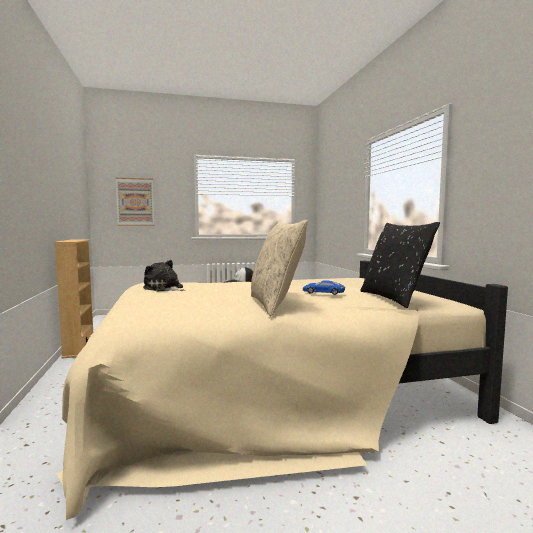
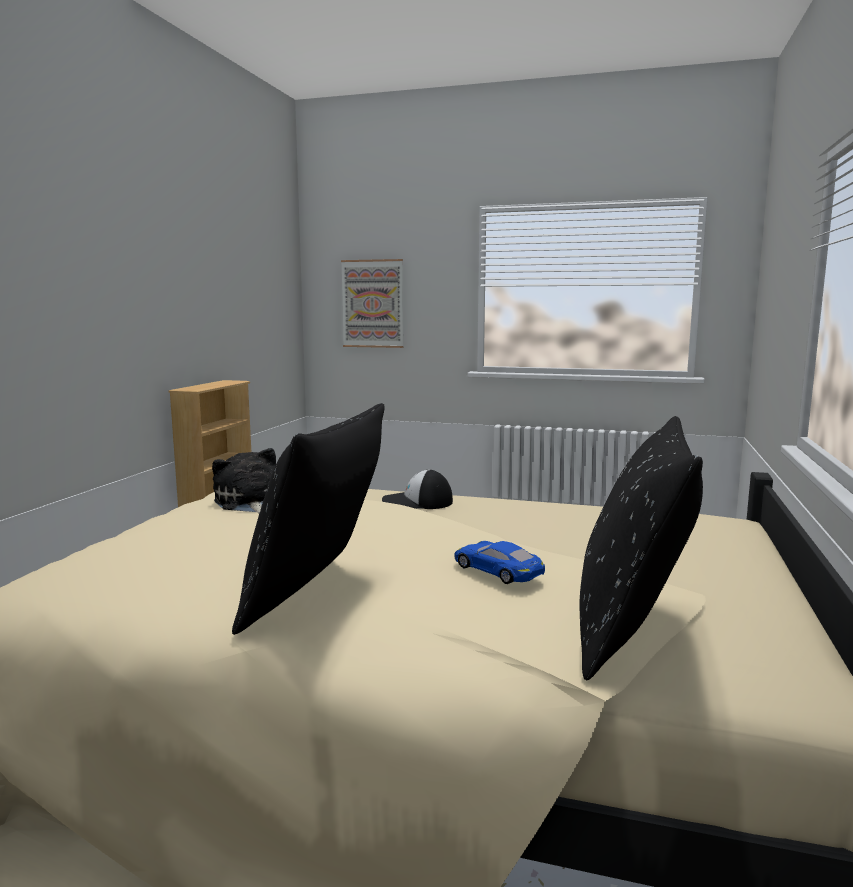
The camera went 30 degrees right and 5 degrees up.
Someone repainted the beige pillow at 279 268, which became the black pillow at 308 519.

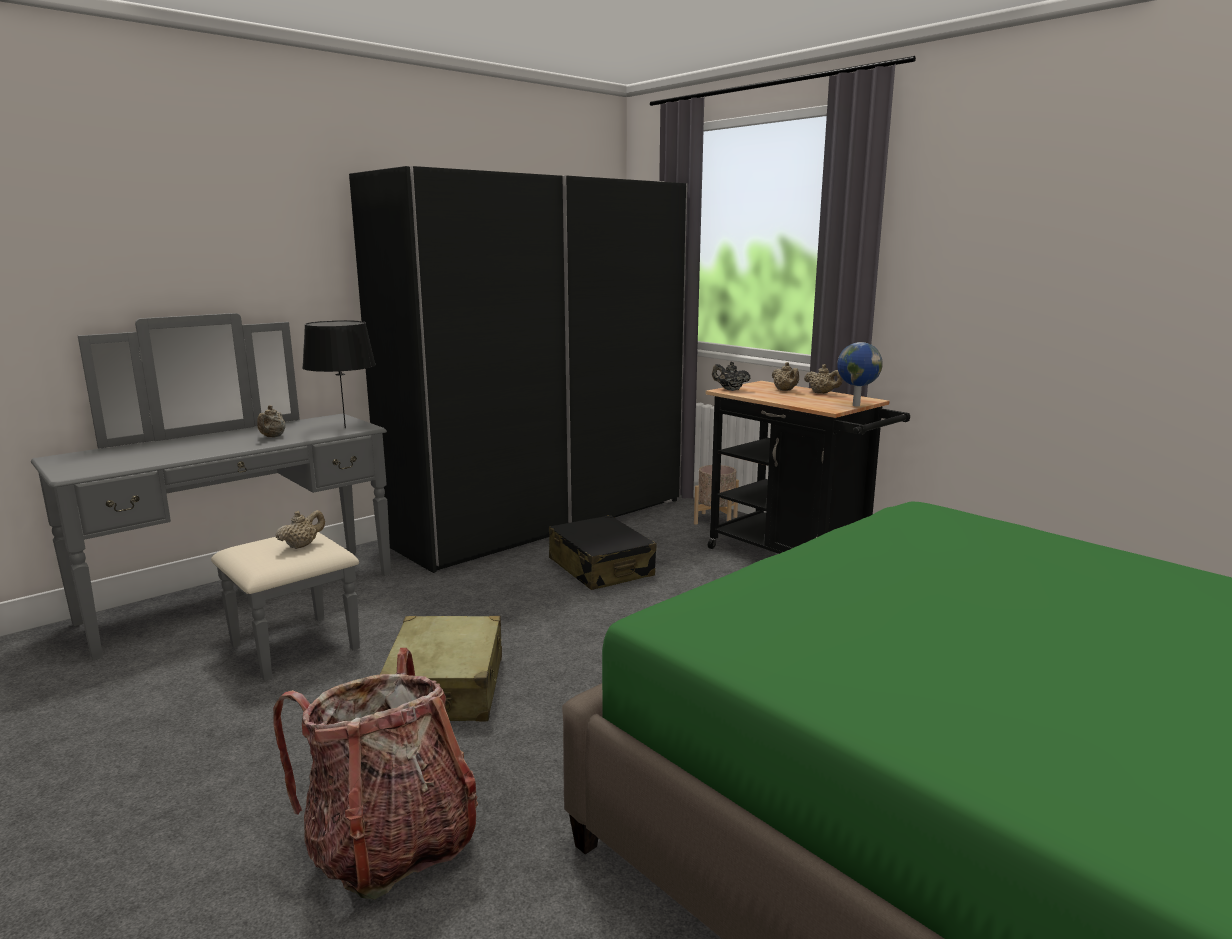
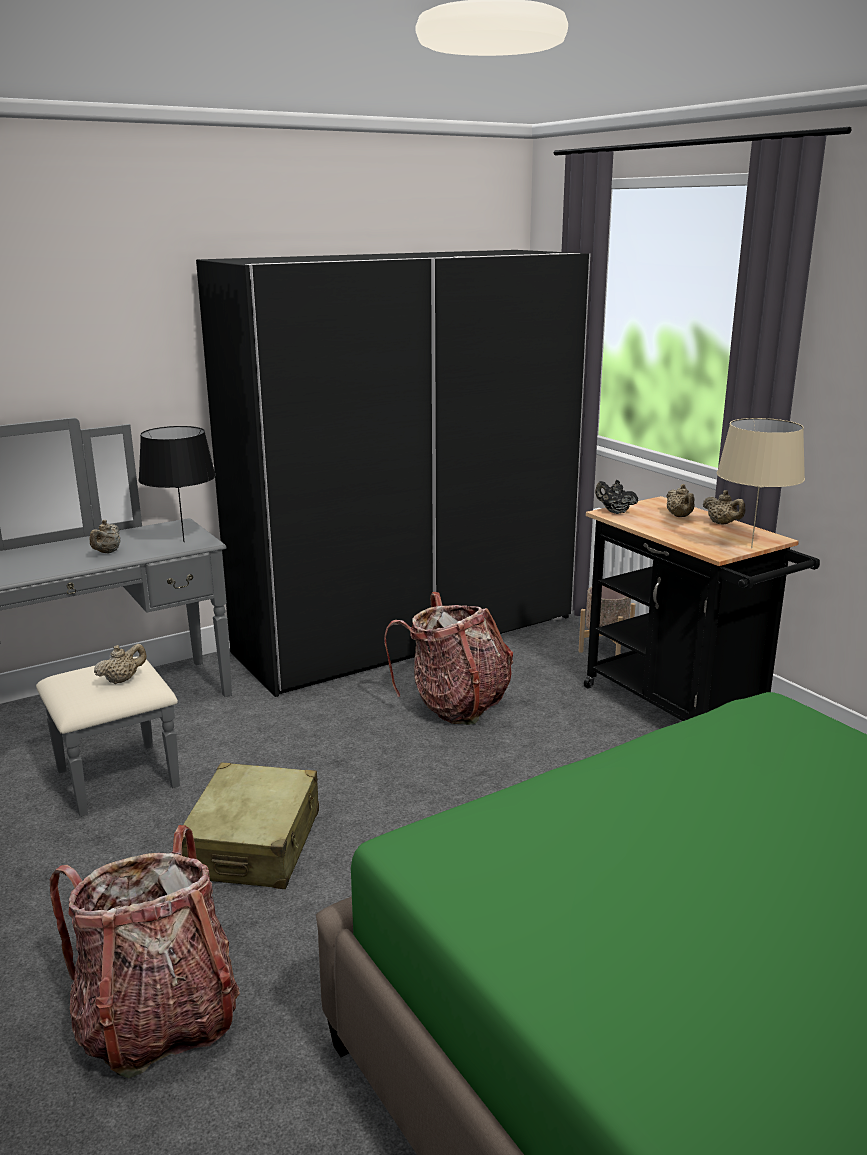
The camera went 10 degrees right and 5 degrees up.
Someone swapped the black suitcase at 602 552 for the backpack at 448 658.
Someone swapped the globe at 860 374 for the beige table lamp at 761 483.

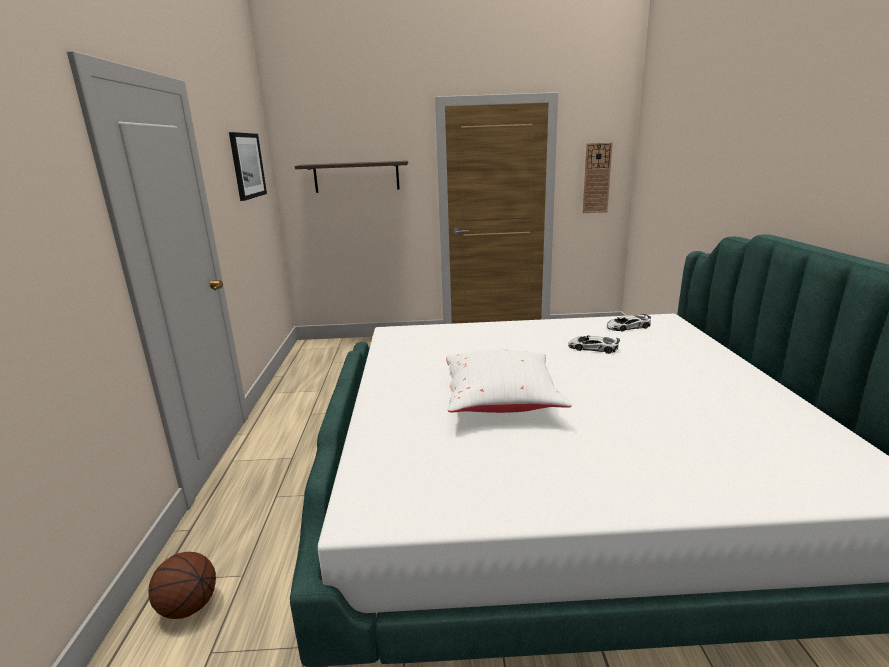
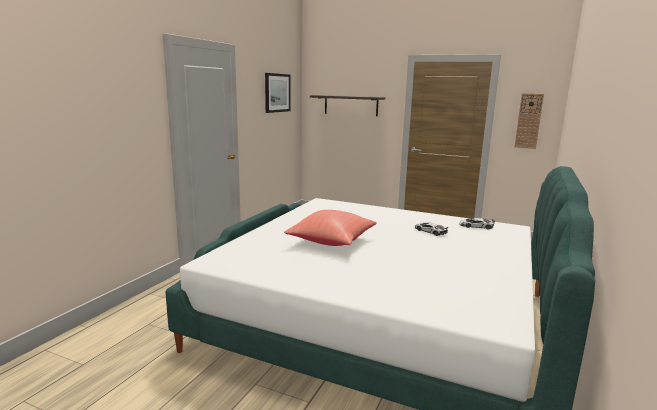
The camera went 25 degrees right and 5 degrees down.
Someone took away the basketball at 182 585.
Someone repainted the white pillow at 509 381, which became the red pillow at 330 228.

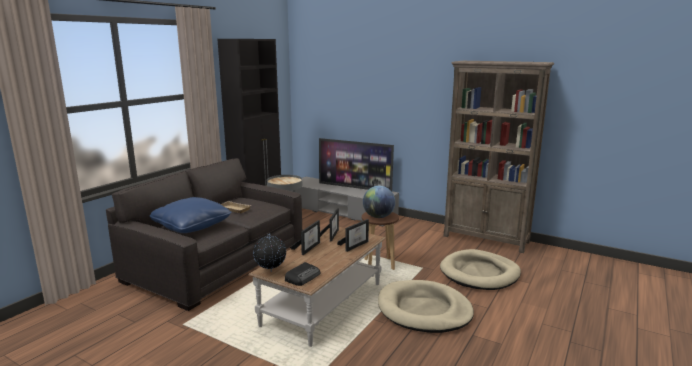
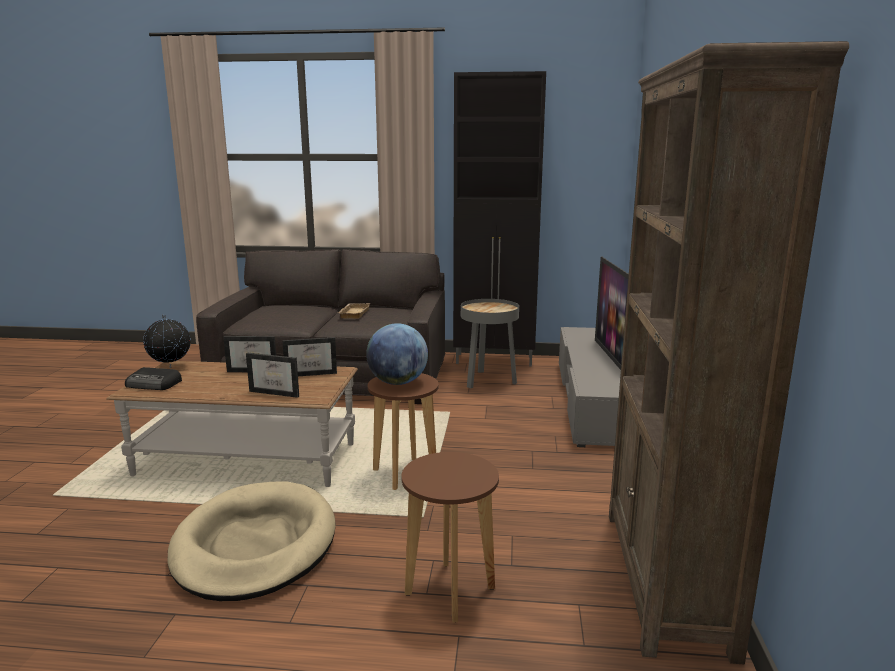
The camera went 65 degrees right and 0 degrees up.
Someone took away the blue pillow at 191 215.
Someone swapped the beige dog bed at 480 269 for the brown stool at 450 537.

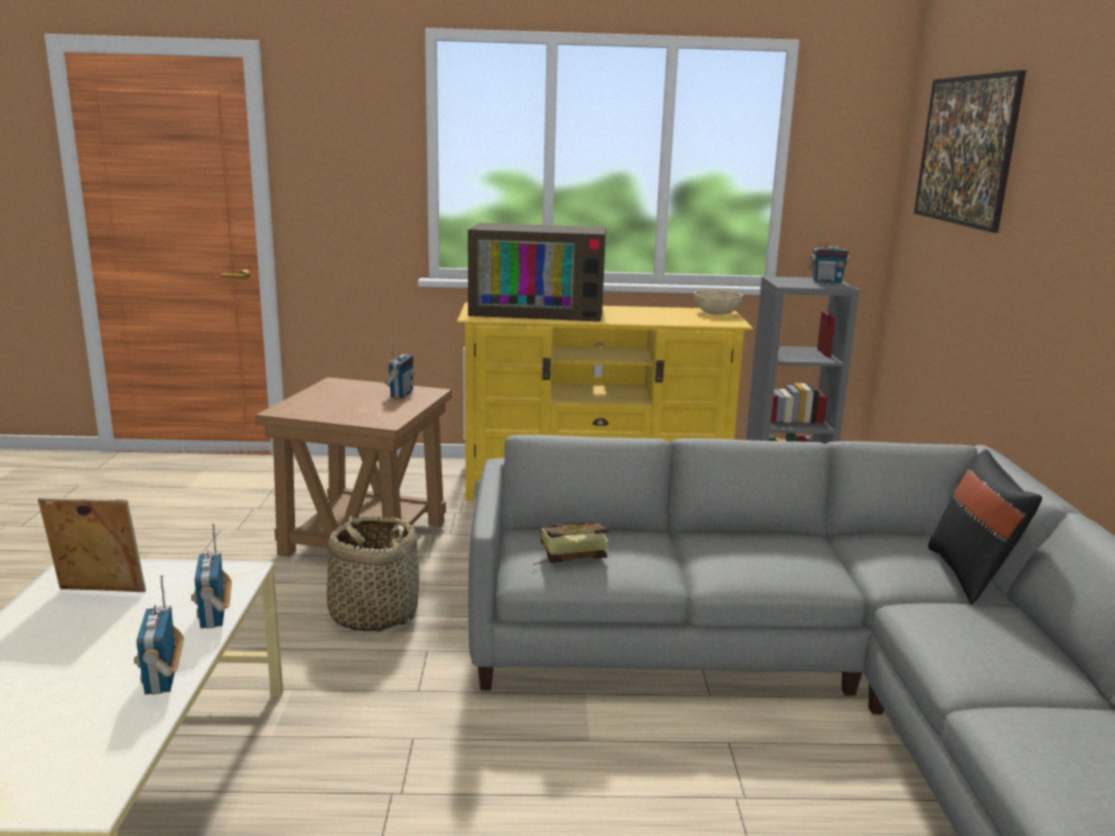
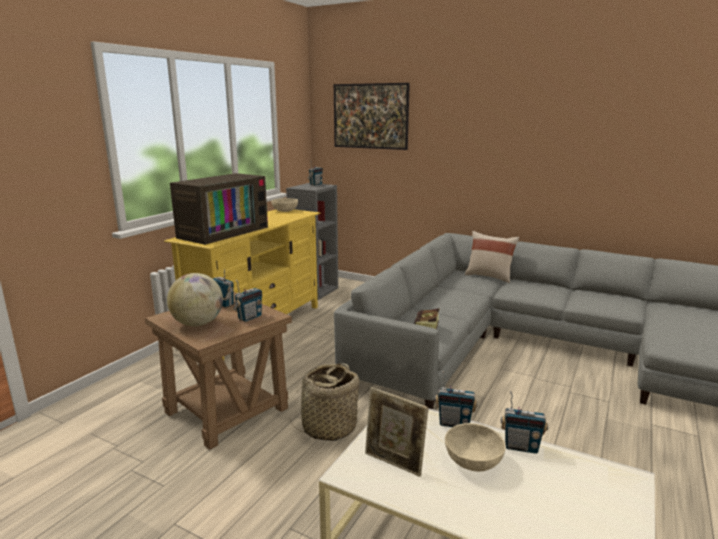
The camera went 60 degrees left and 0 degrees up.
Someone put down the globe at 195 299.
Someone put down the radio at 248 301.
Someone put down the beige bowl at 475 447.
Someone repainted the black pillow at 985 526, which became the beige pillow at 492 257.
Someone rotated the picture frame at 92 544 by 90 degrees counterclockwise.

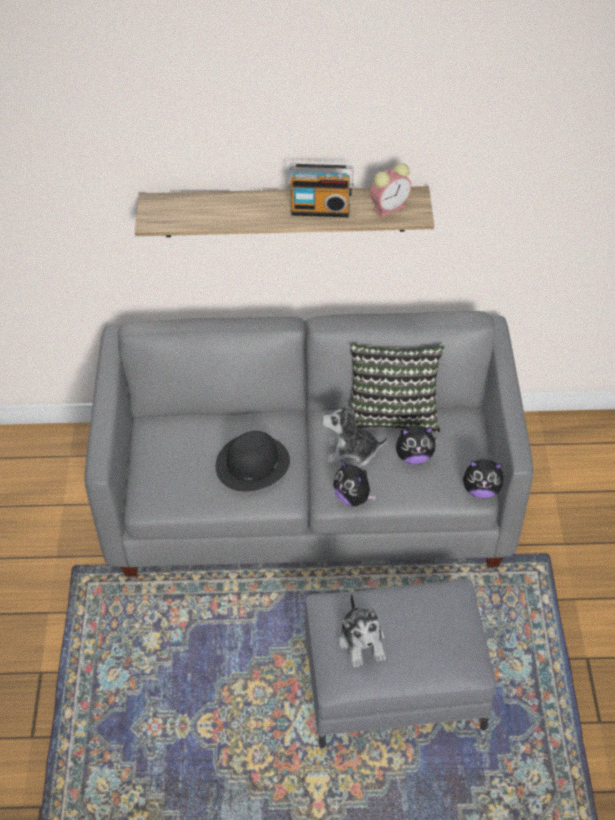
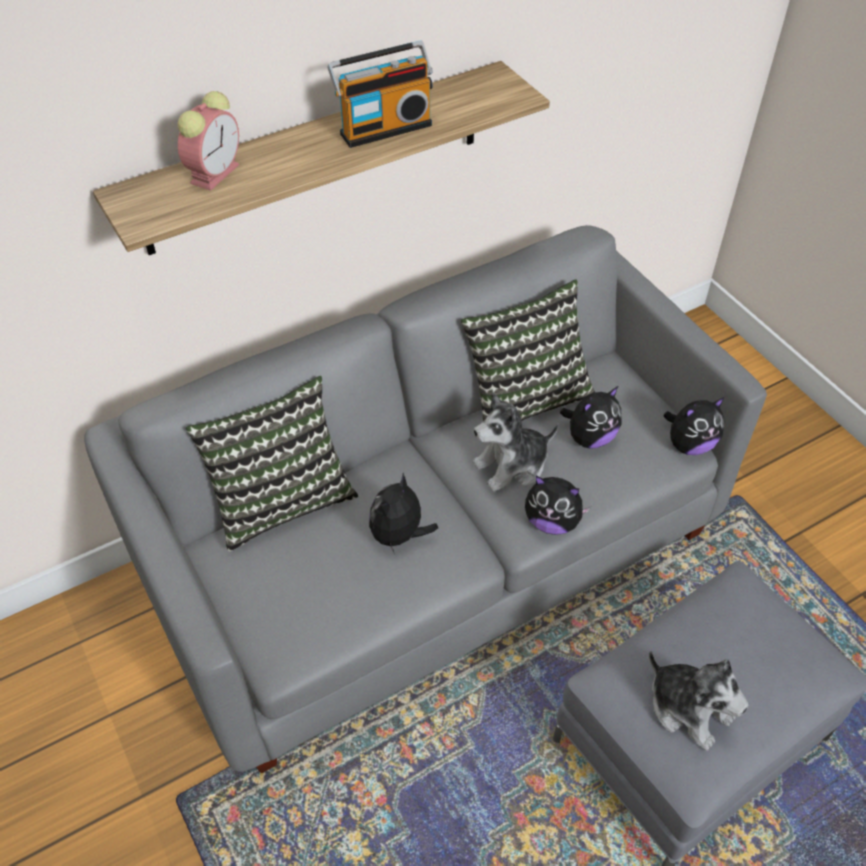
The camera went 30 degrees left and 0 degrees up.
Someone put down the pillow at 272 463.
Someone carried the alarm clock from 390 190 to 208 141.
Someone swapped the black hat at 253 461 for the plush toy at 403 513.

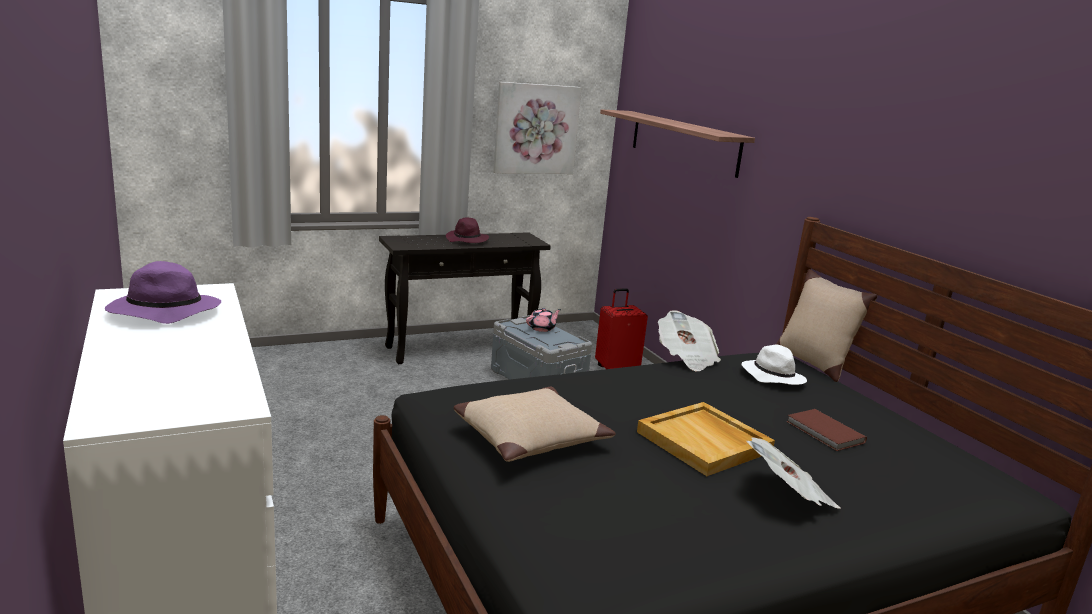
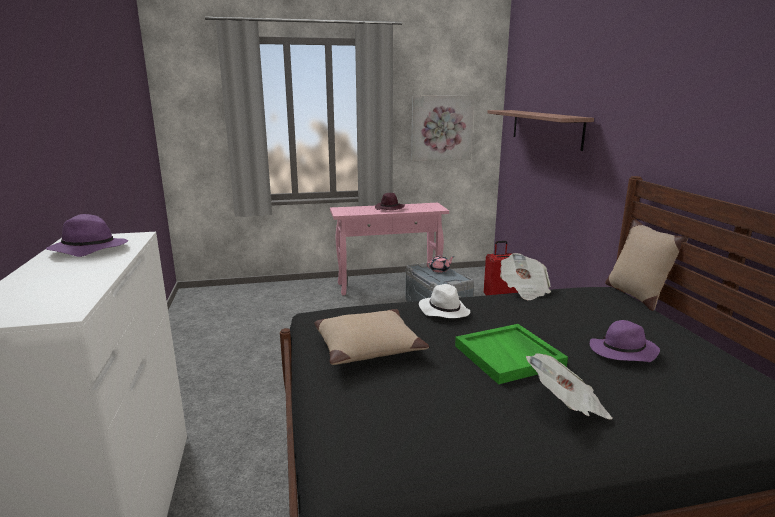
The camera went 15 degrees right and 0 degrees up.
Someone carried the white hat from 774 365 to 444 301.
Someone swapped the brown book at 826 430 for the purple hat at 625 341.
Someone repainted the black console table at 465 298, which became the pink console table at 389 249.
Someone repainted the beige tray at 706 439, which became the green tray at 511 354.

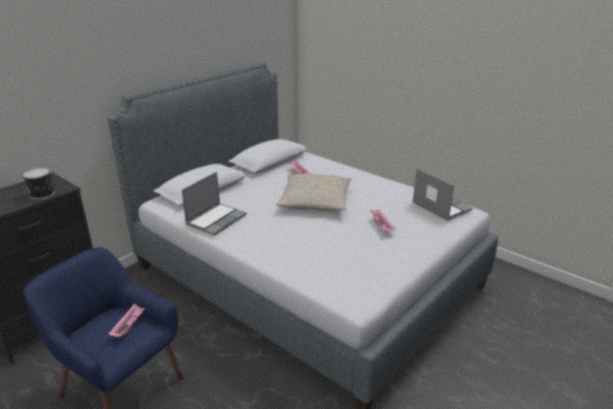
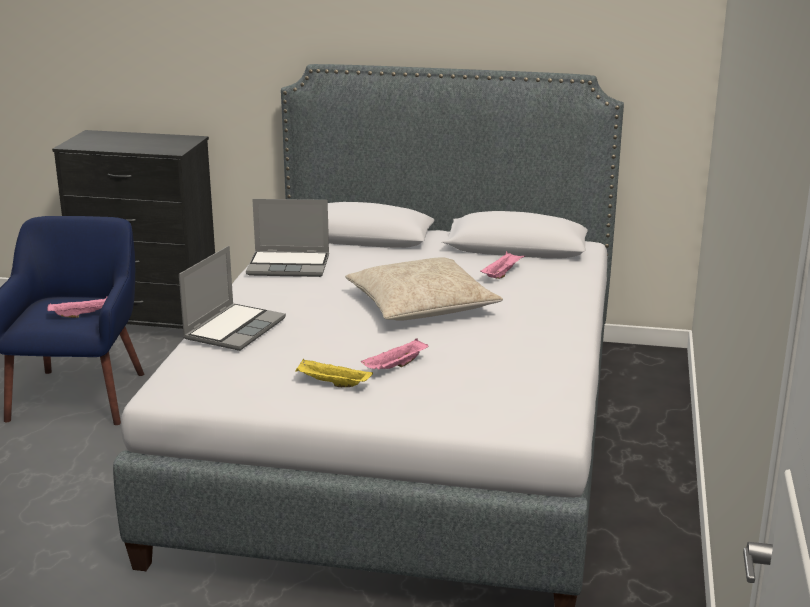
The camera went 60 degrees right and 5 degrees down.
Someone took away the can at 39 184.
Someone put down the yellow tray at 334 373.
Someone carried the laptop from 443 194 to 232 298.

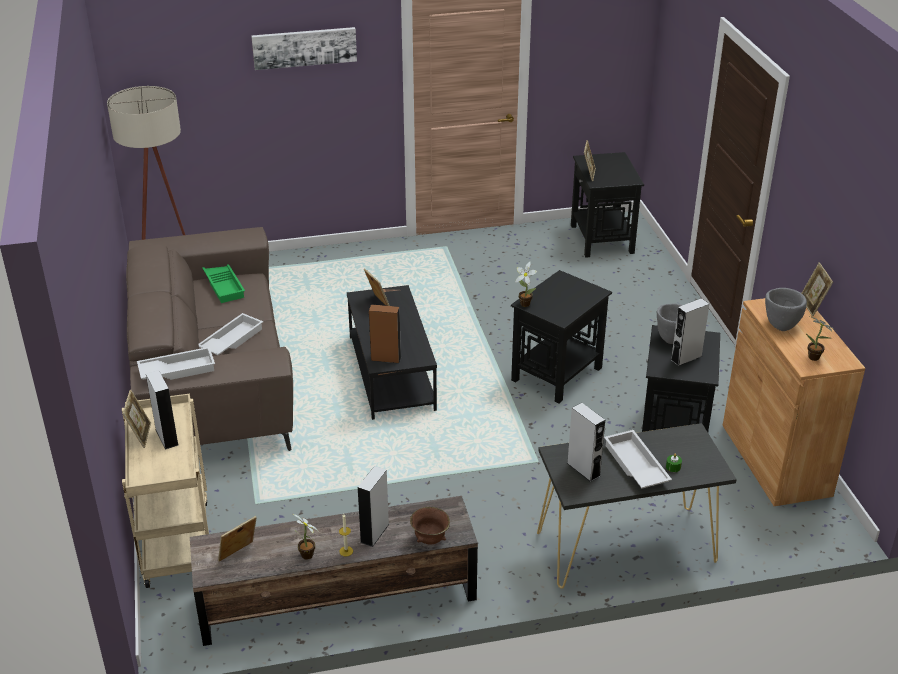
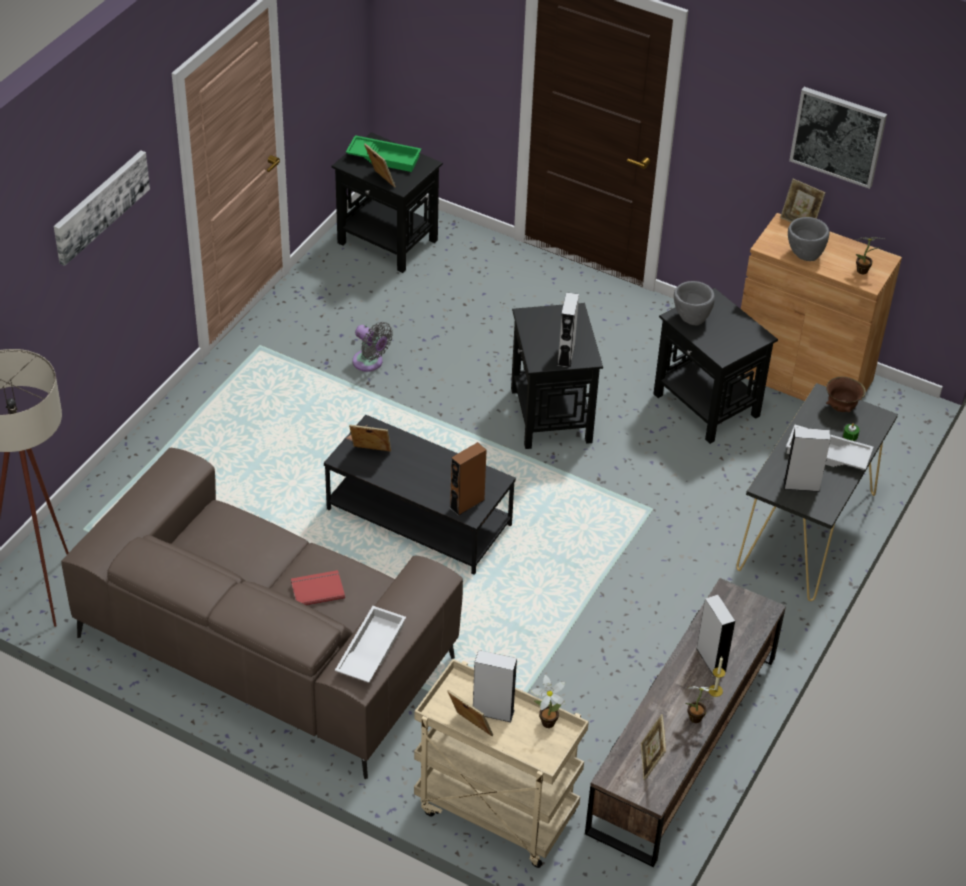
The camera went 50 degrees left and 10 degrees up.
Someone put down the grey fan at 372 347.
Someone put up the picture at 838 138.
Someone carried the green tray from 223 283 to 383 153.
Someone carried the brown bowl from 430 526 to 846 394.
Someone carried the potted plant from 526 284 to 548 701.
Someone carried the grey speaker from 690 332 to 568 330.
Someone swapped the white tray at 231 334 for the red book at 318 587.

